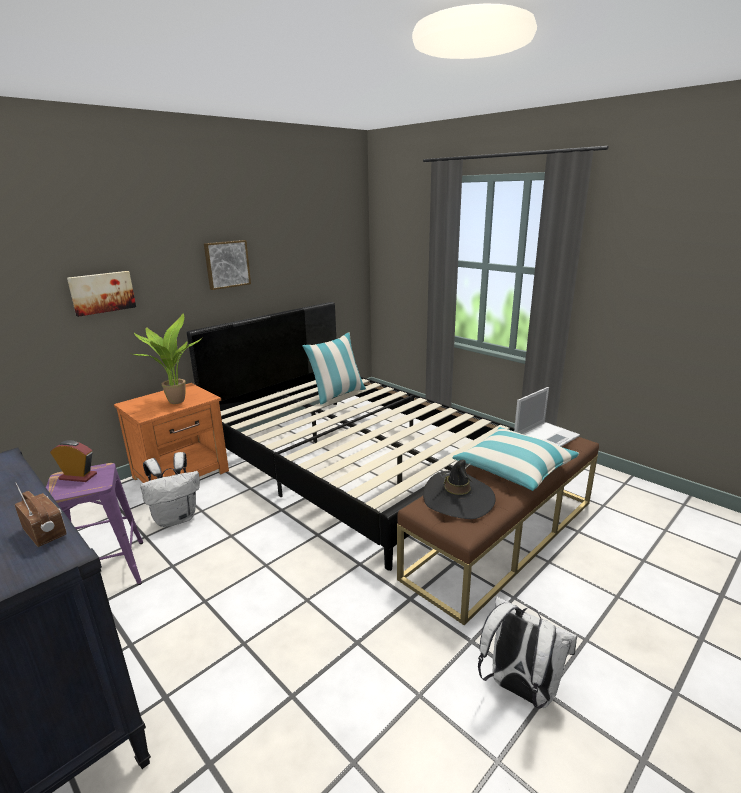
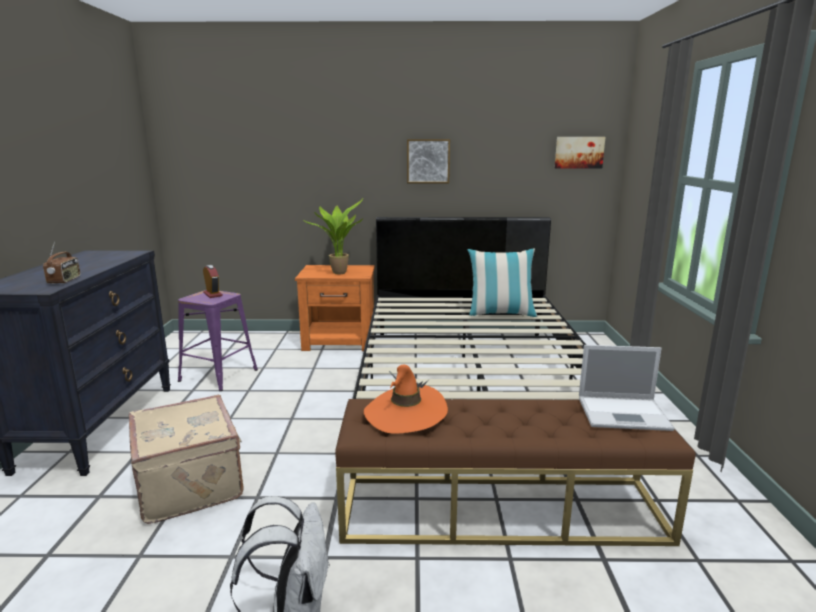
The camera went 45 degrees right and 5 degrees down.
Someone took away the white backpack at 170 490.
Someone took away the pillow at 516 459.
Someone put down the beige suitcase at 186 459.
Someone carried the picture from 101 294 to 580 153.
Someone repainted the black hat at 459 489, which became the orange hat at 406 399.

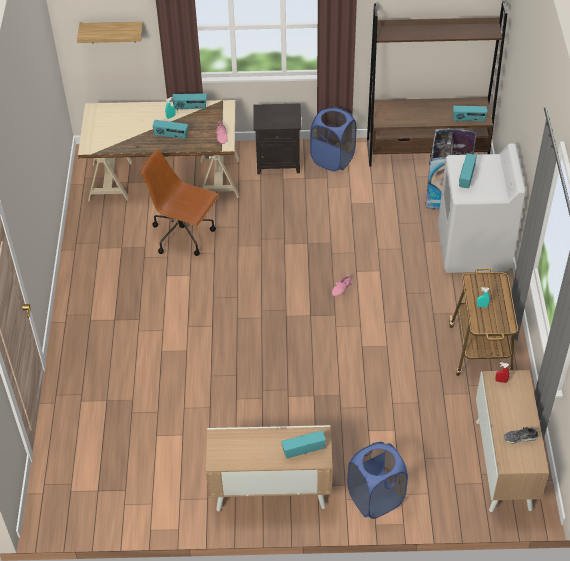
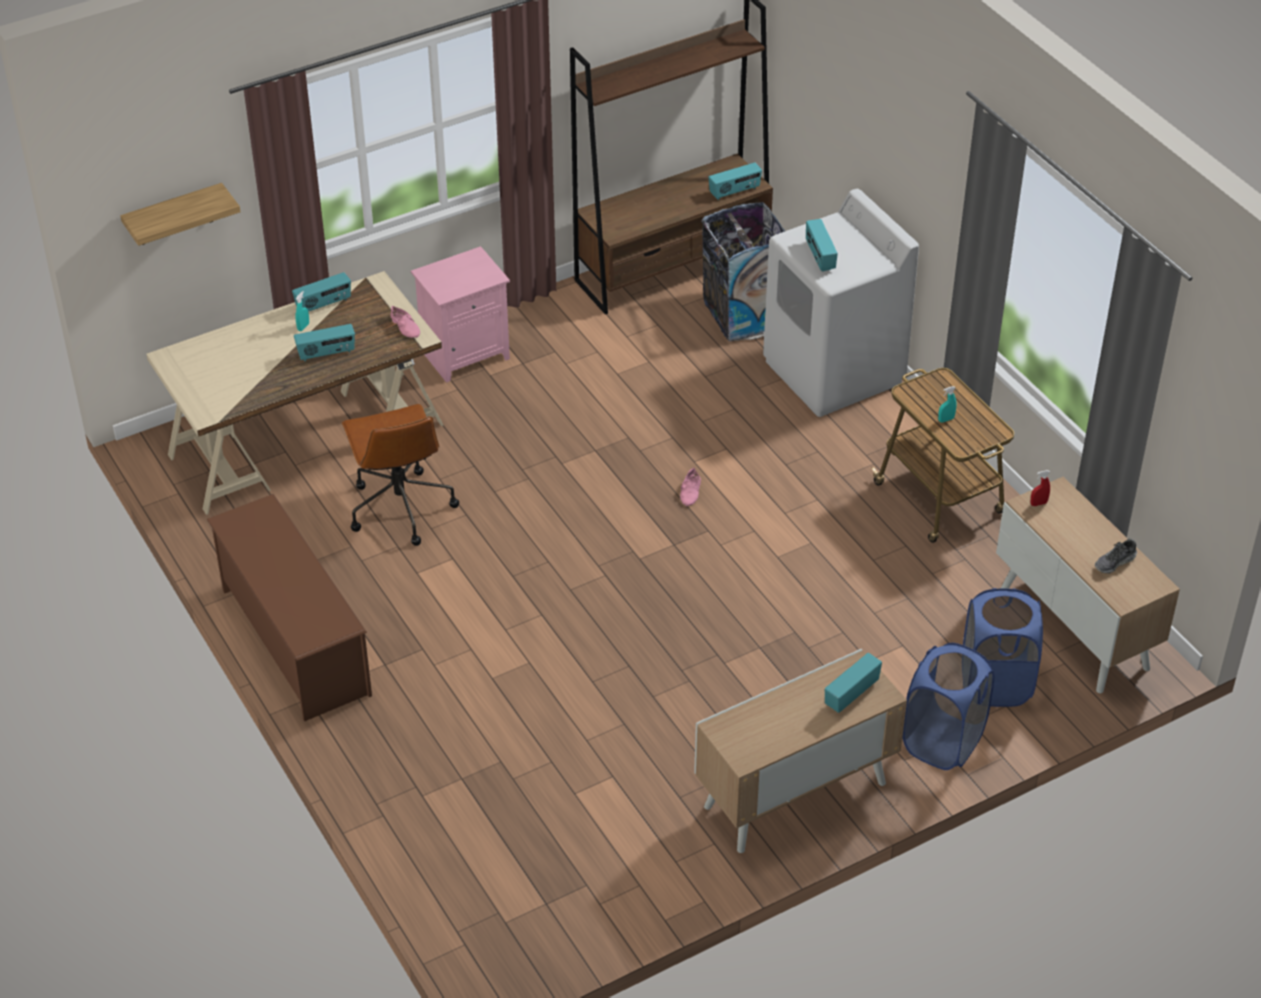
The camera went 30 degrees left and 5 degrees down.
Someone put down the brown shoe rack at 289 607.
Someone carried the blue laundry basket from 333 139 to 1003 647.
Someone repainted the black nightstand at 277 139, which became the pink nightstand at 460 314.
Someone rotated the brown office chair at 180 203 by 105 degrees counterclockwise.

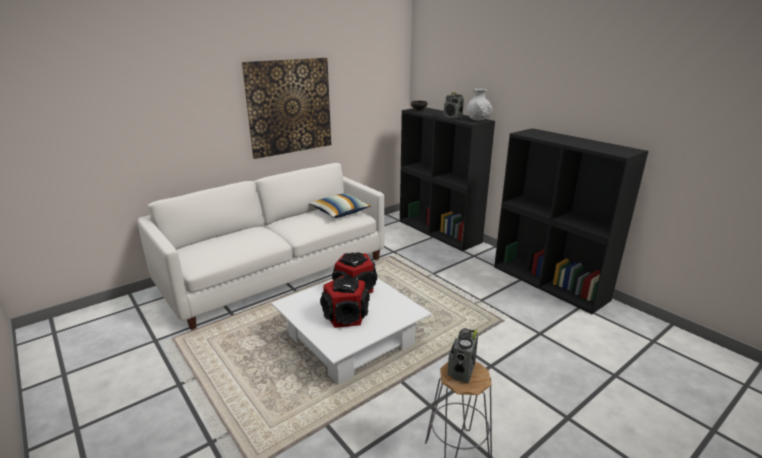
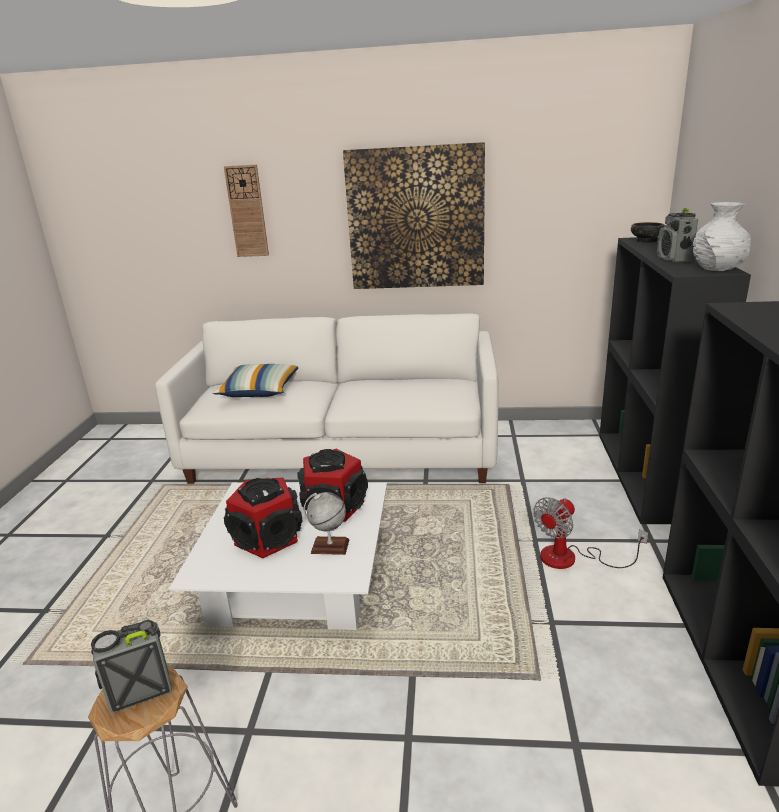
The camera went 45 degrees right and 0 degrees up.
Someone put up the wall clock at 246 211.
Someone put down the globe at 326 523.
Someone put down the fan at 590 533.
Someone carried the pillow from 340 205 to 255 380.

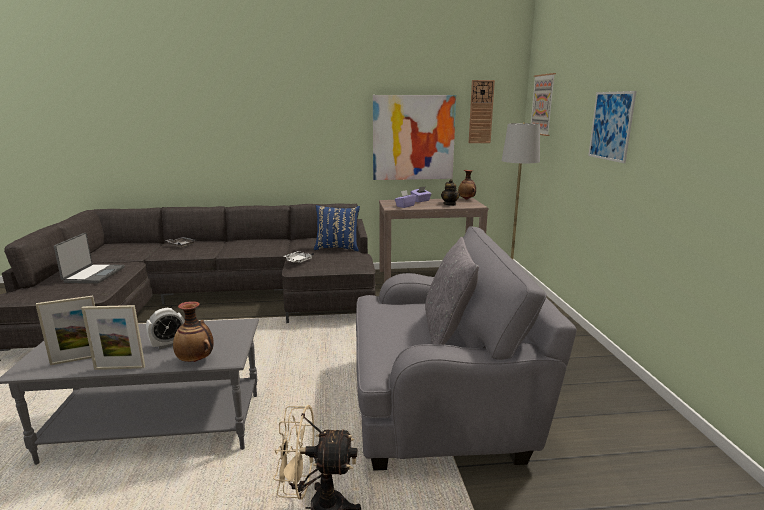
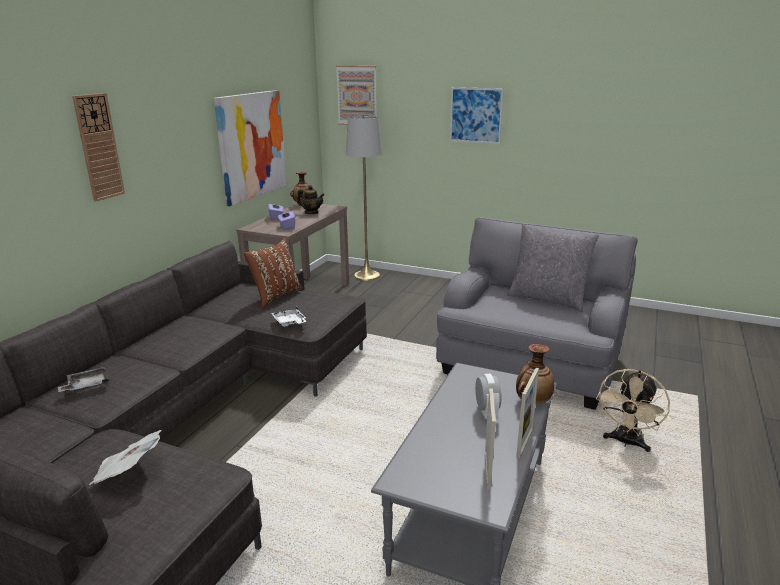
The camera went 60 degrees left and 5 degrees up.
Someone carried the wall clock from 482 111 to 98 147.
Someone swapped the laptop at 89 258 for the newspaper at 125 457.
Someone repainted the blue pillow at 337 228, which became the brown pillow at 273 273.

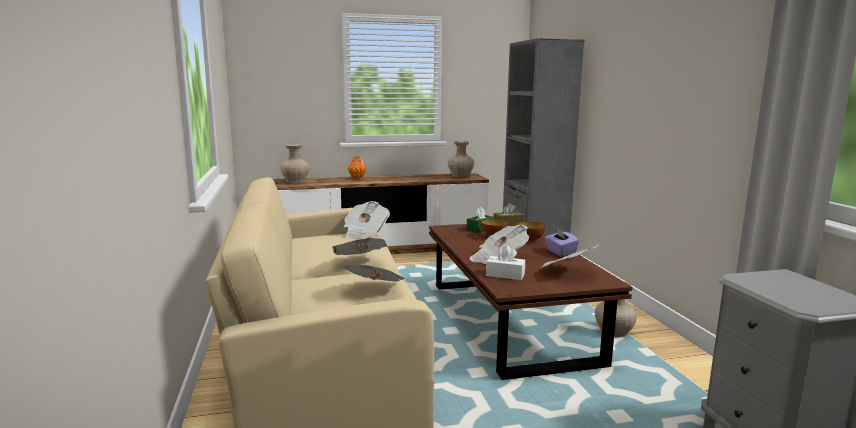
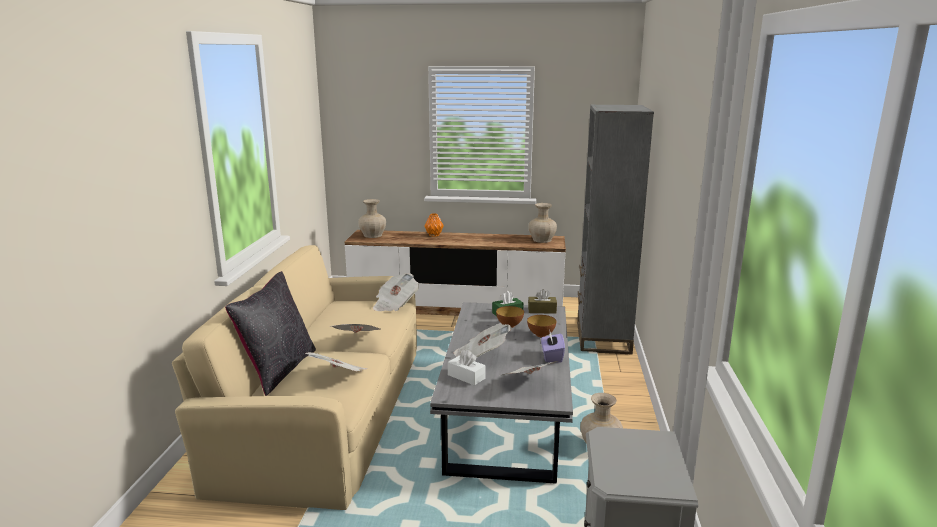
The camera went 20 degrees right and 5 degrees up.
Someone put down the black pillow at 270 333.
Someone repainted the brown coffee table at 531 300, which became the grey coffee table at 501 393.

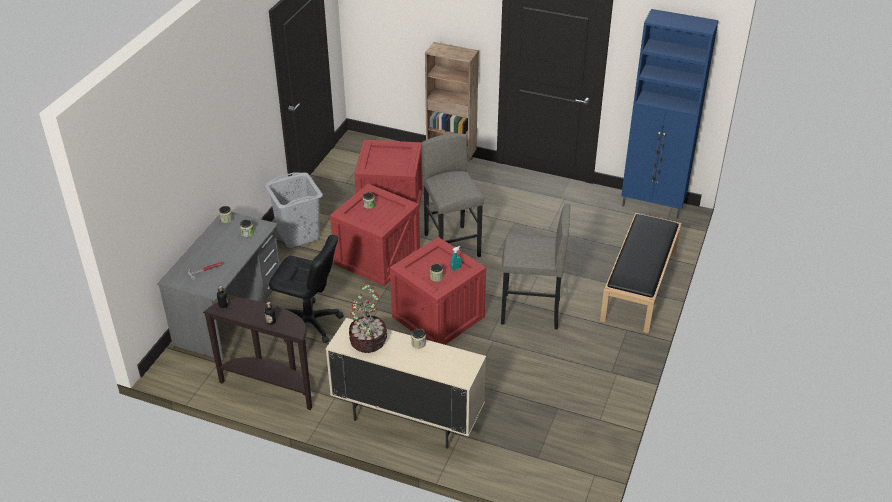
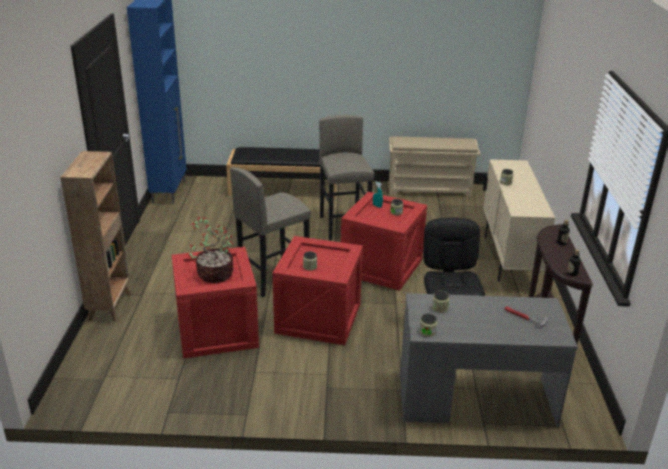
The camera went 110 degrees left and 10 degrees down.
Someone took away the grey laundry basket at 293 210.
Someone put down the beige shoe rack at 434 166.
Someone carried the potted plant from 368 318 to 210 250.

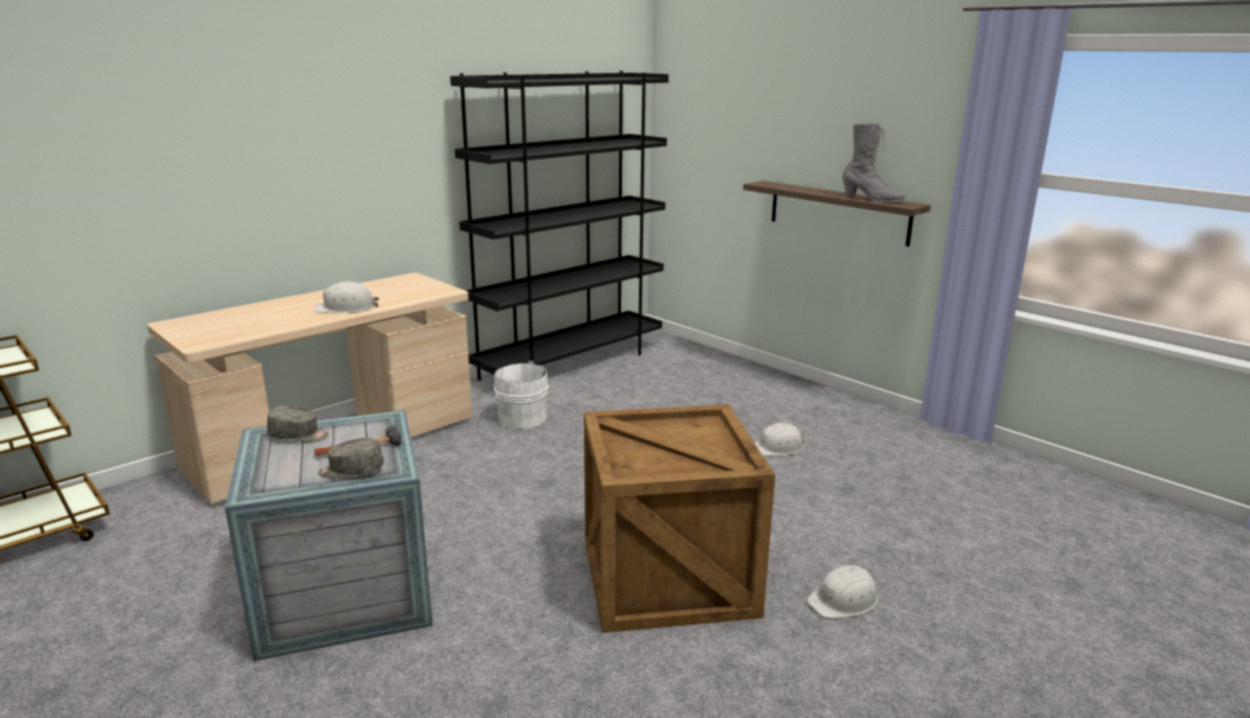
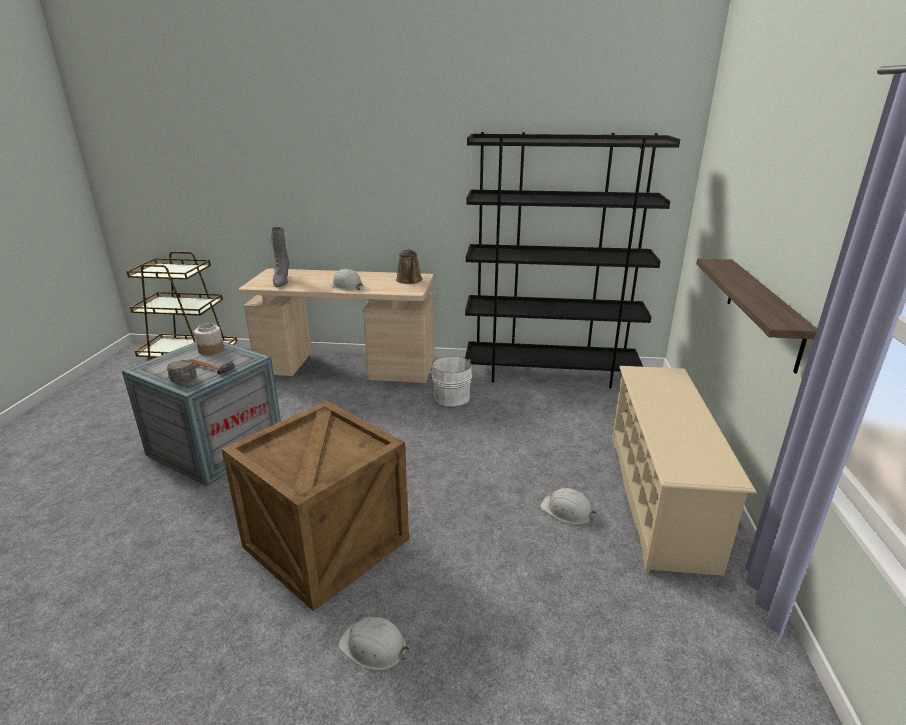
The camera went 50 degrees right and 5 degrees up.
Someone put down the brown watering can at 409 266.
Someone put down the beige shoe rack at 684 471.
Someone carried the grey boot from 874 163 to 280 257.
Someone swapped the grey cap at 298 424 for the jar at 209 339.

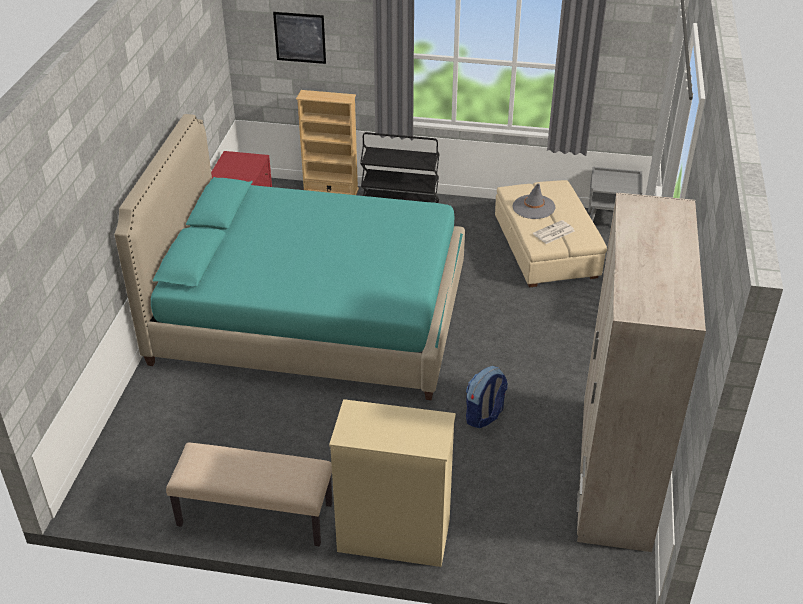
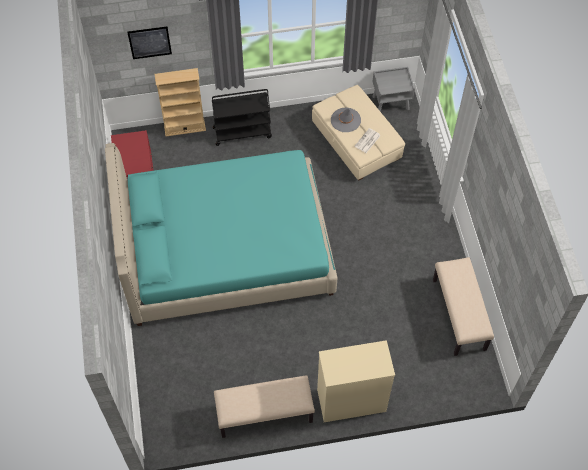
The camera went 20 degrees left and 20 degrees up.
Someone took away the backpack at 487 397.
Someone swapped the beige wardrobe at 641 372 for the beige bench at 463 306.

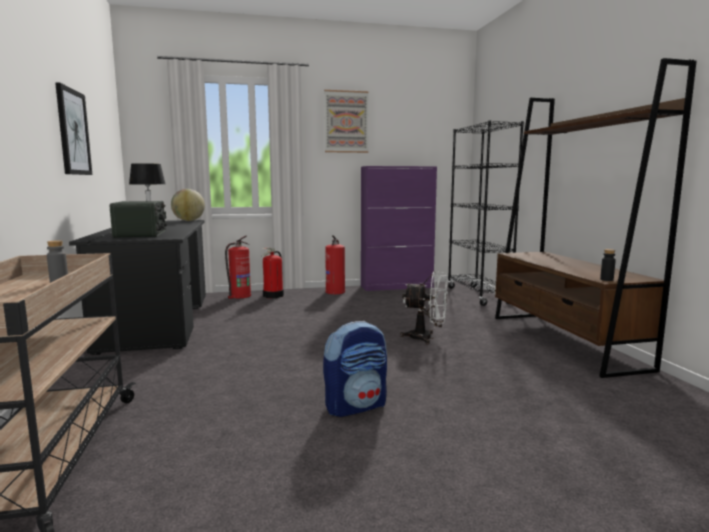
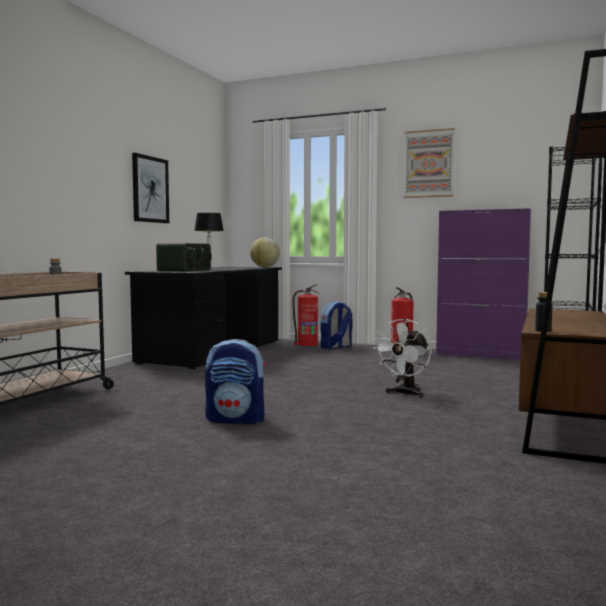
The camera went 35 degrees right and 5 degrees down.
Someone swapped the fire extinguisher at 273 273 for the backpack at 336 325.
Someone rotated the white fan at 424 307 by 75 degrees clockwise.

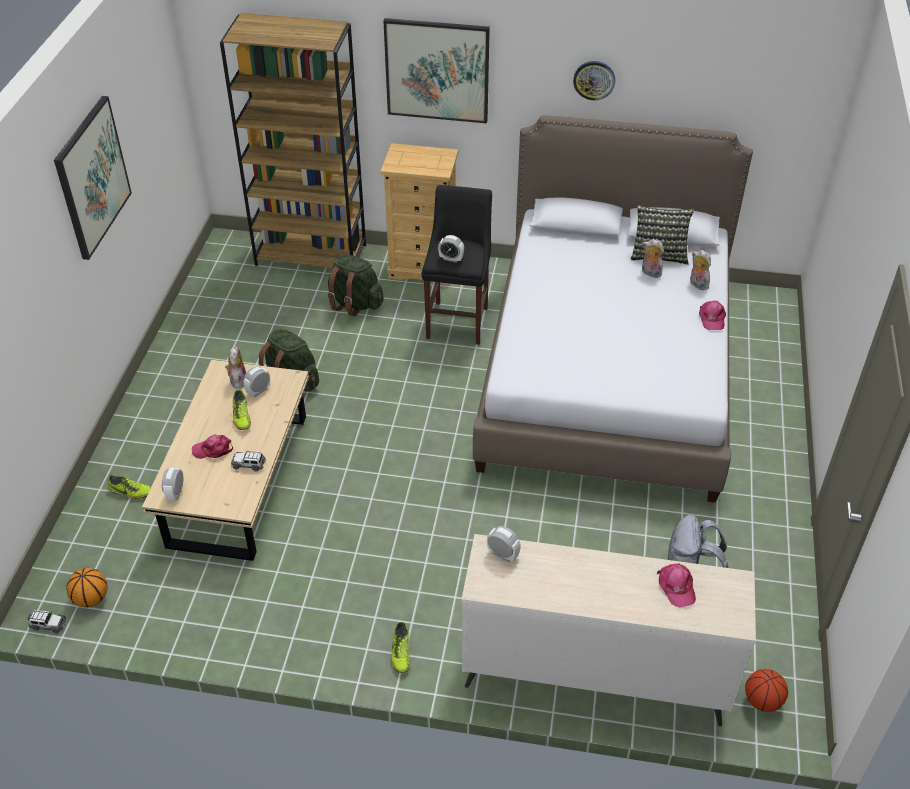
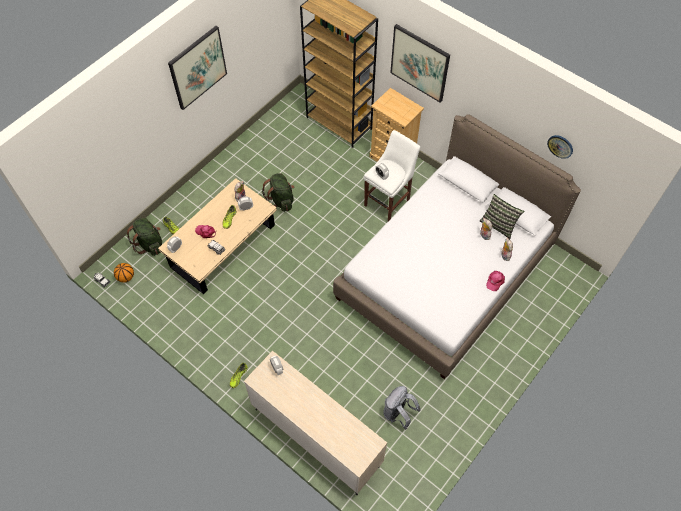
The camera went 30 degrees right and 15 degrees up.
Someone took away the pink cap at 676 585.
Someone took away the basketball at 766 690.
Someone carried the green backpack from 355 285 to 144 237.
Someone carried the wall clock from 594 80 to 560 147.
Someone repainted the black stool at 457 265, which became the white stool at 392 176.

